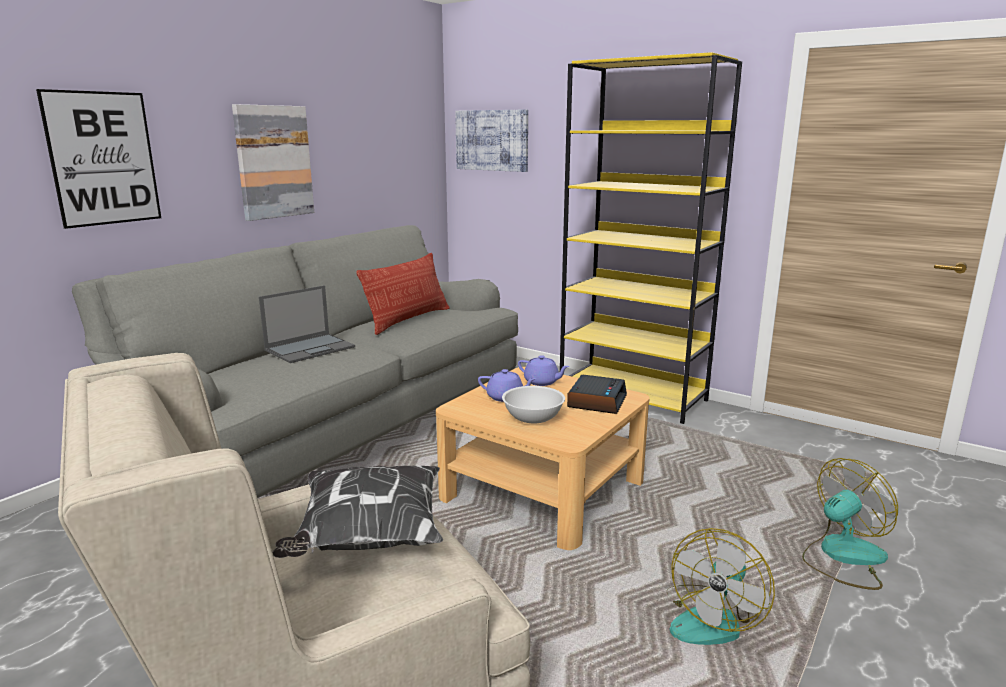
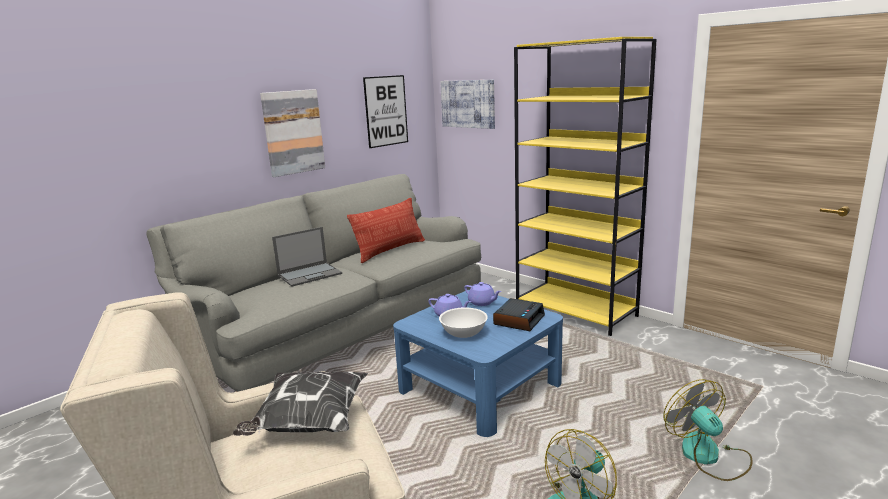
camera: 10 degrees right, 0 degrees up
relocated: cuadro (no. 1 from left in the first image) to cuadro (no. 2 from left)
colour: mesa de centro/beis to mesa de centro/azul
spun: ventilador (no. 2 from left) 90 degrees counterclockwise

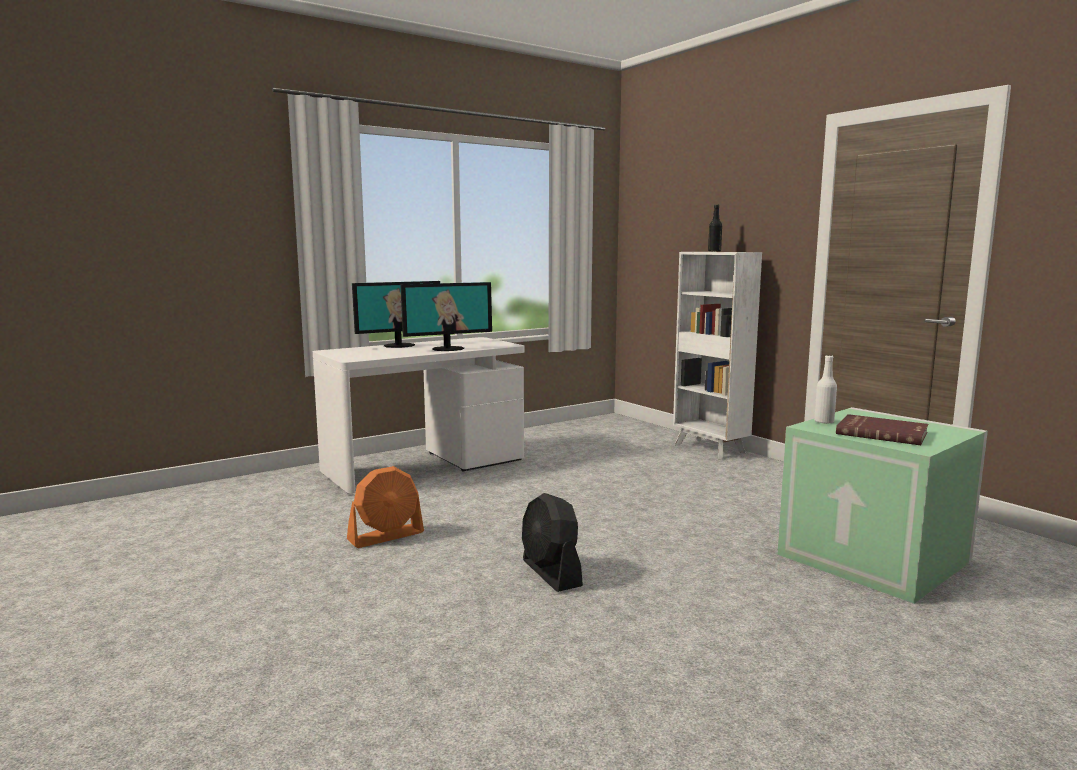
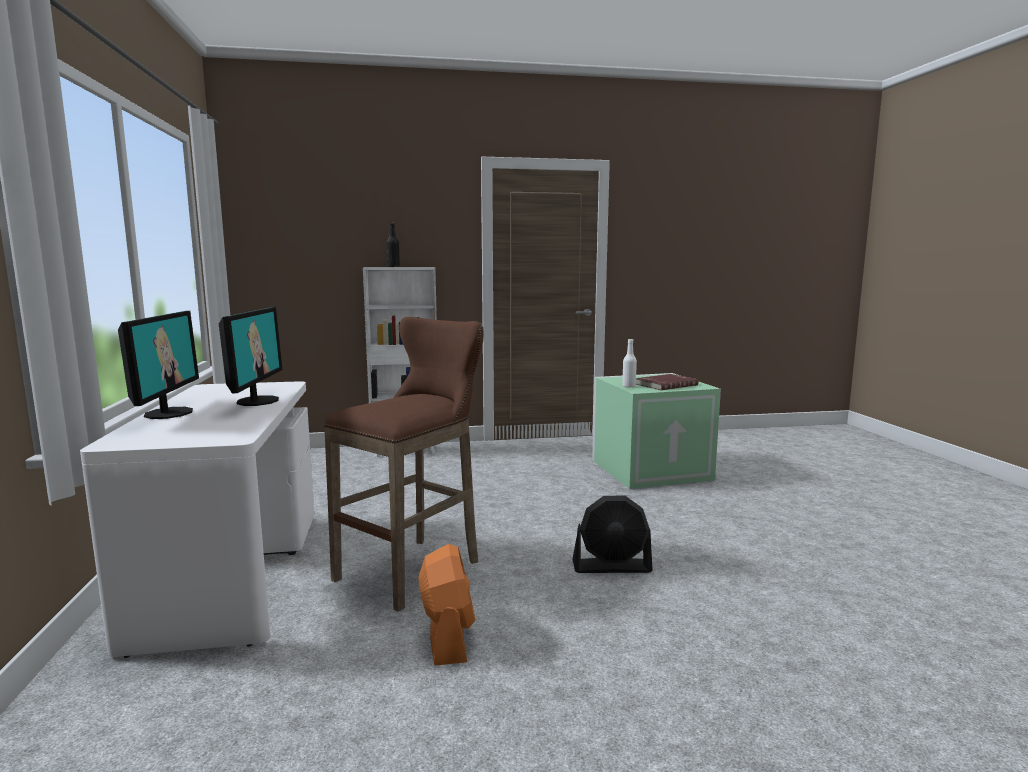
camera: 65 degrees left, 0 degrees up
appeared: taburete/marrón

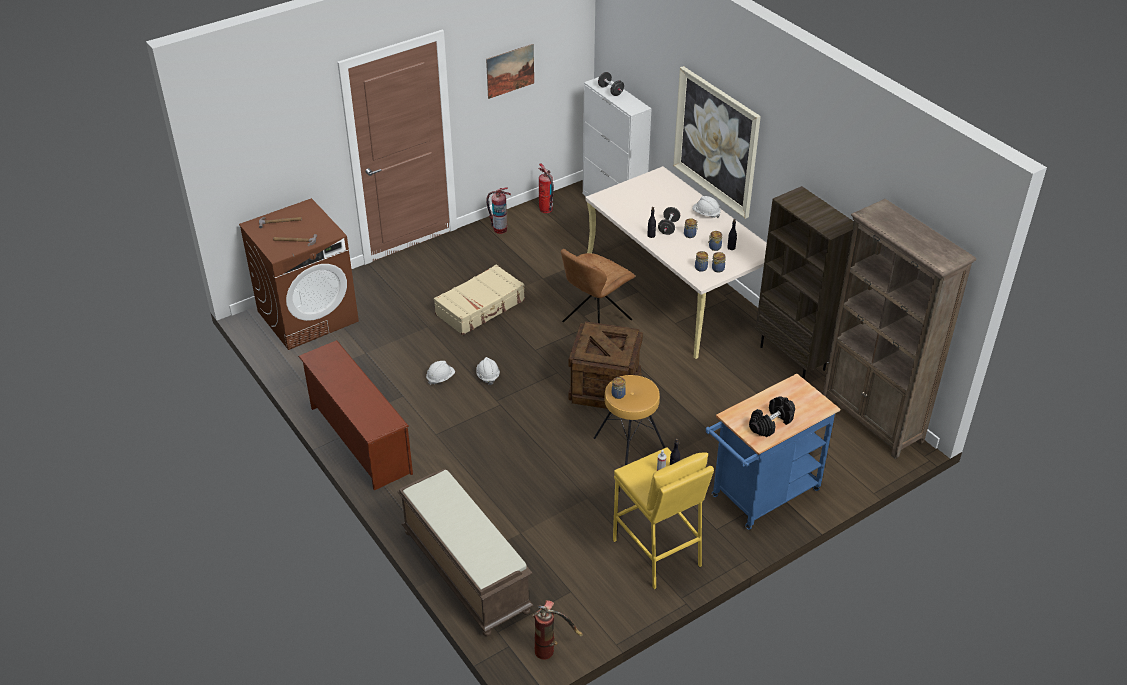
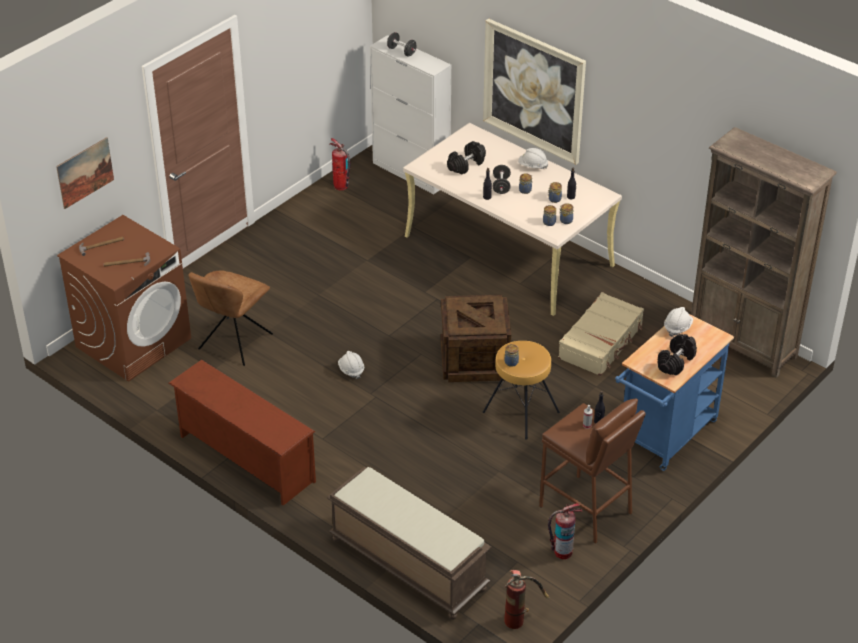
camera: 15 degrees left, 0 degrees up
missing: estantería/marrón (no. 1 from left)
appeared: mancuerna/negro (no. 2 from left)
relocated: casco/blanco (no. 1 from left in the first image) to casco/blanco (no. 3 from left); maleta/beis; cuadro (no. 1 from left); extintor (no. 1 from left in the first image) to extintor (no. 3 from left); silla/marrón
colour: taburete/amarillo to taburete/marrón (no. 2 from left)

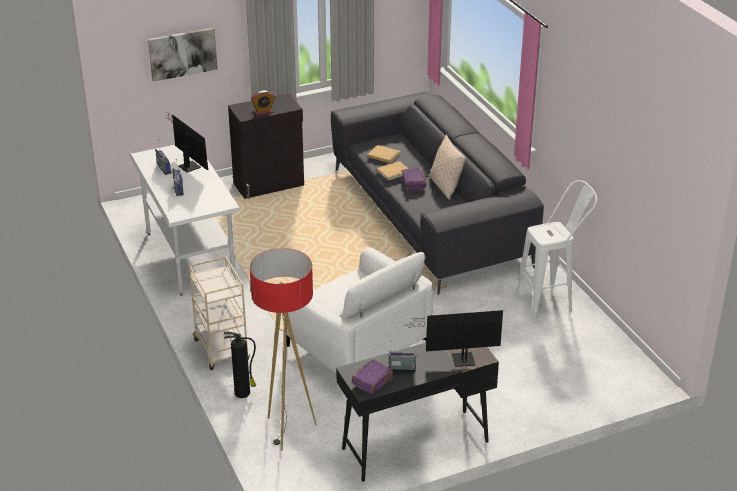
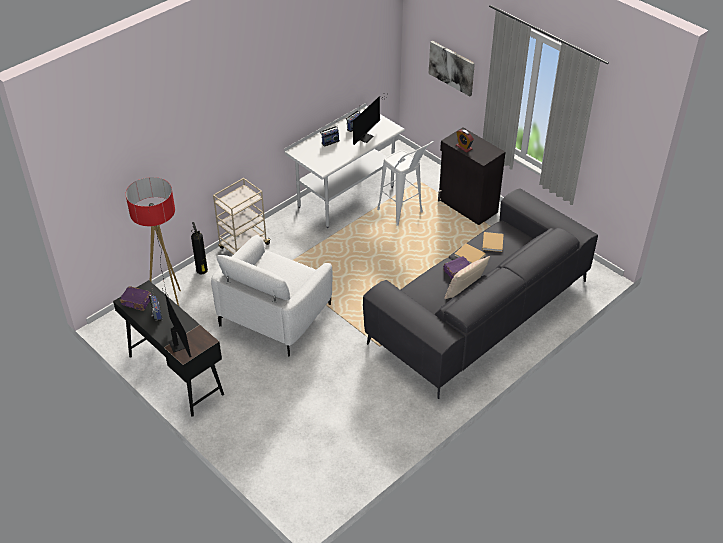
camera: 70 degrees right, 10 degrees up
relocated: taburete/blanco

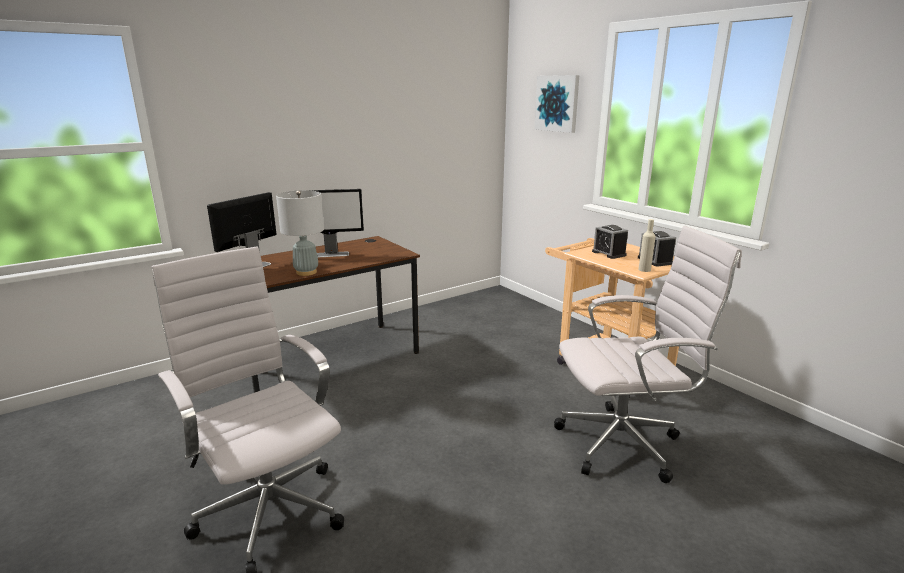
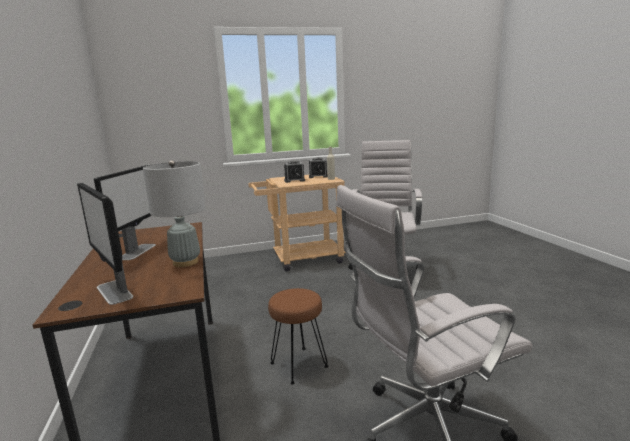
camera: 70 degrees left, 5 degrees down
missing: cuadro
appeared: taburete/marrón

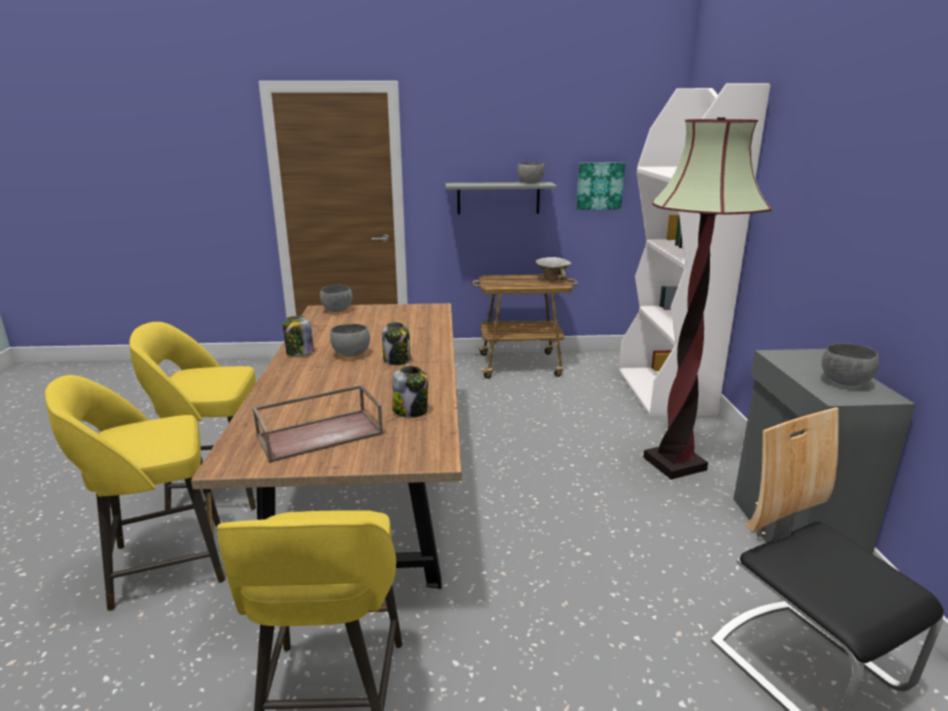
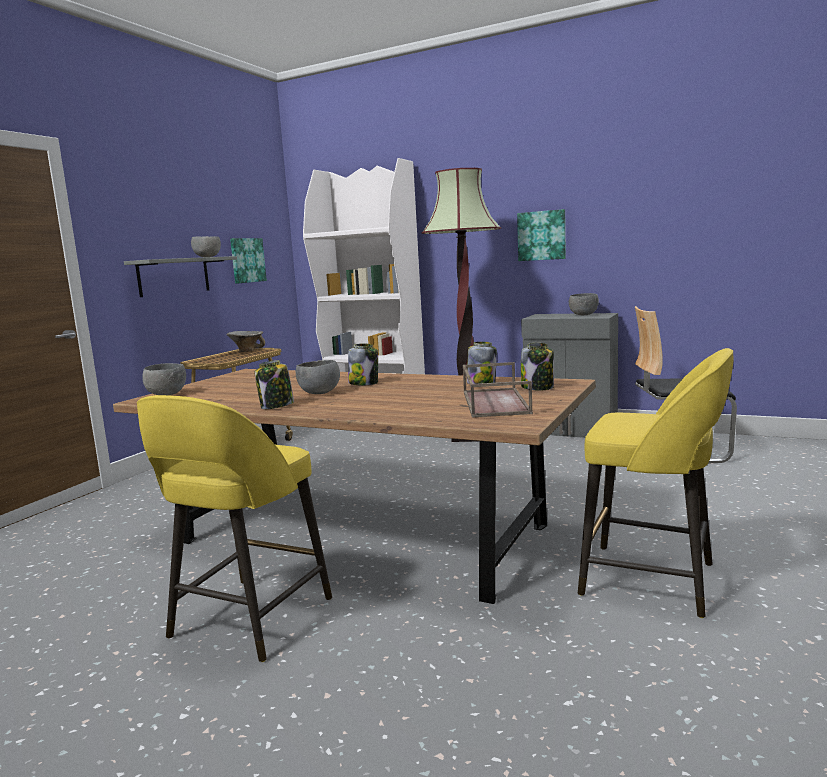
camera: 60 degrees left, 10 degrees down
missing: taburete/amarillo (no. 1 from left)
appeared: cuadro (no. 2 from left); tarro (no. 4 from left)

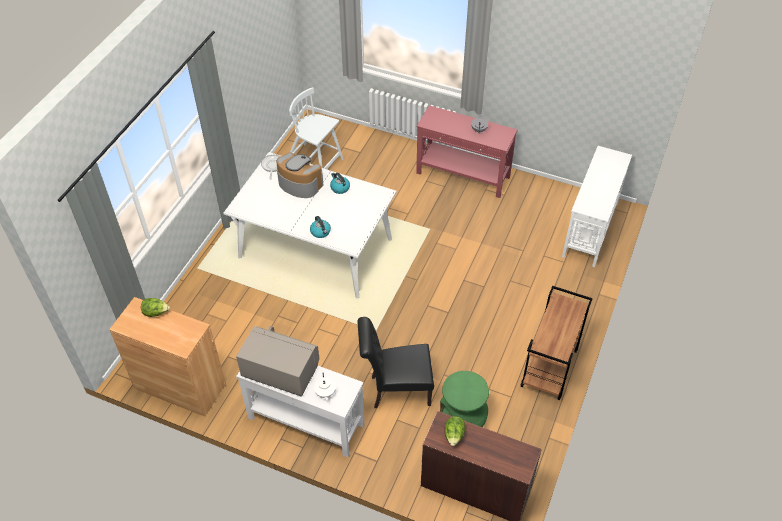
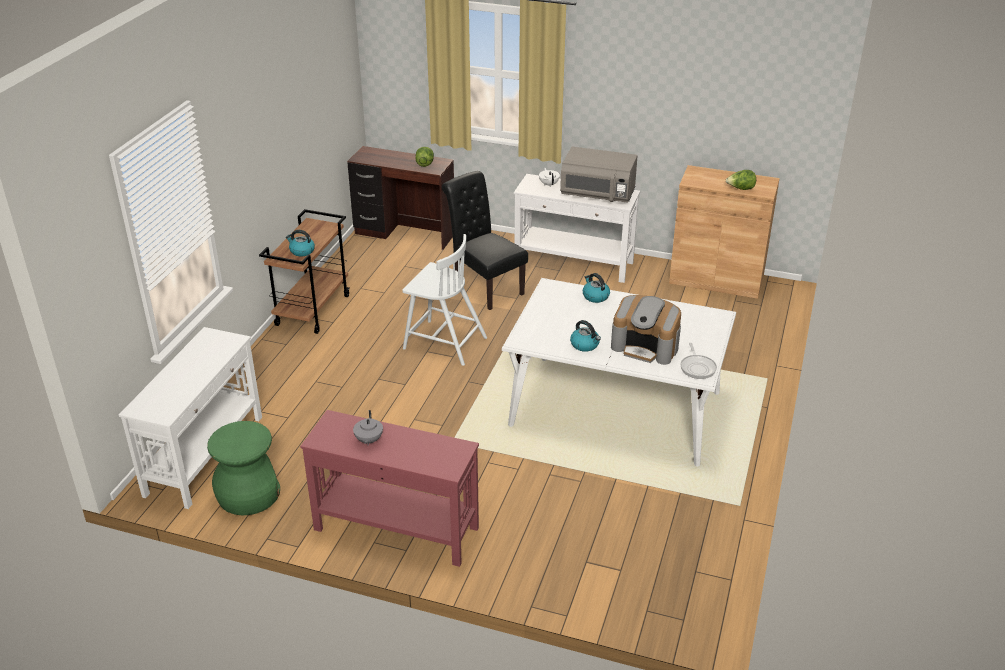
camera: 175 degrees right, 15 degrees down
appeared: hervidor (no. 1 from left)
relocated: silla/blanco; taburete/verde
spun: silla/negro 120 degrees counterclockwise

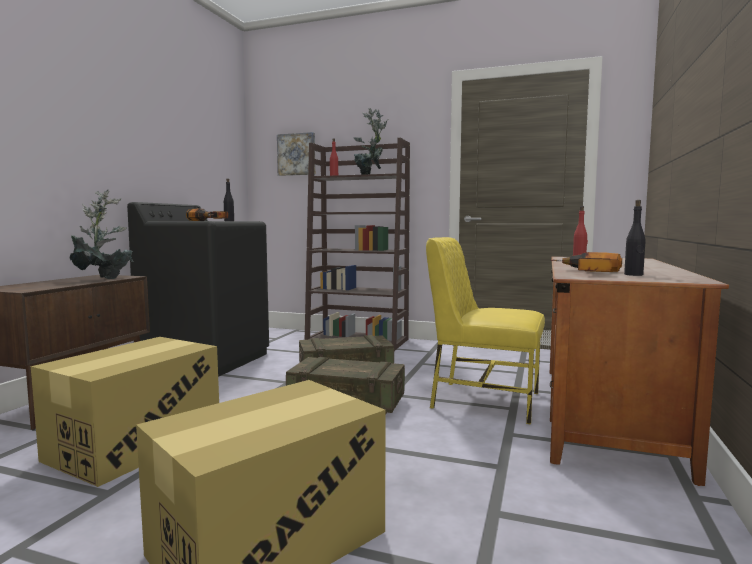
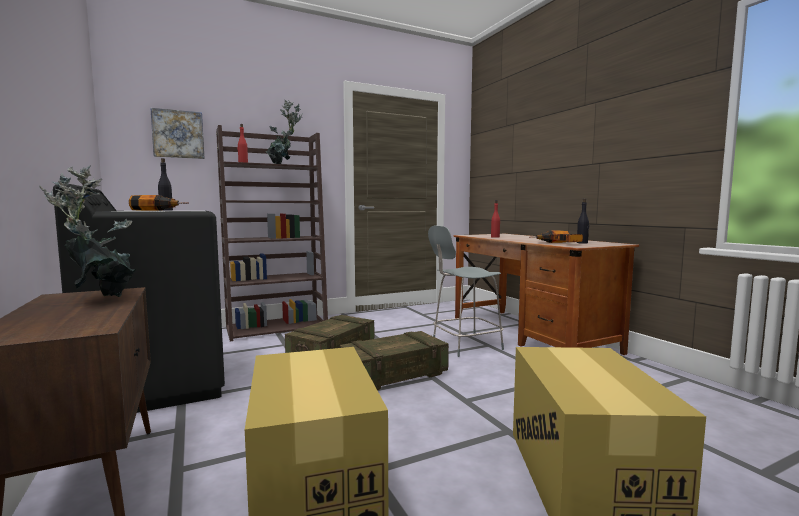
camera: 45 degrees left, 0 degrees up
exchanged: silla/amarillo to taburete/gris

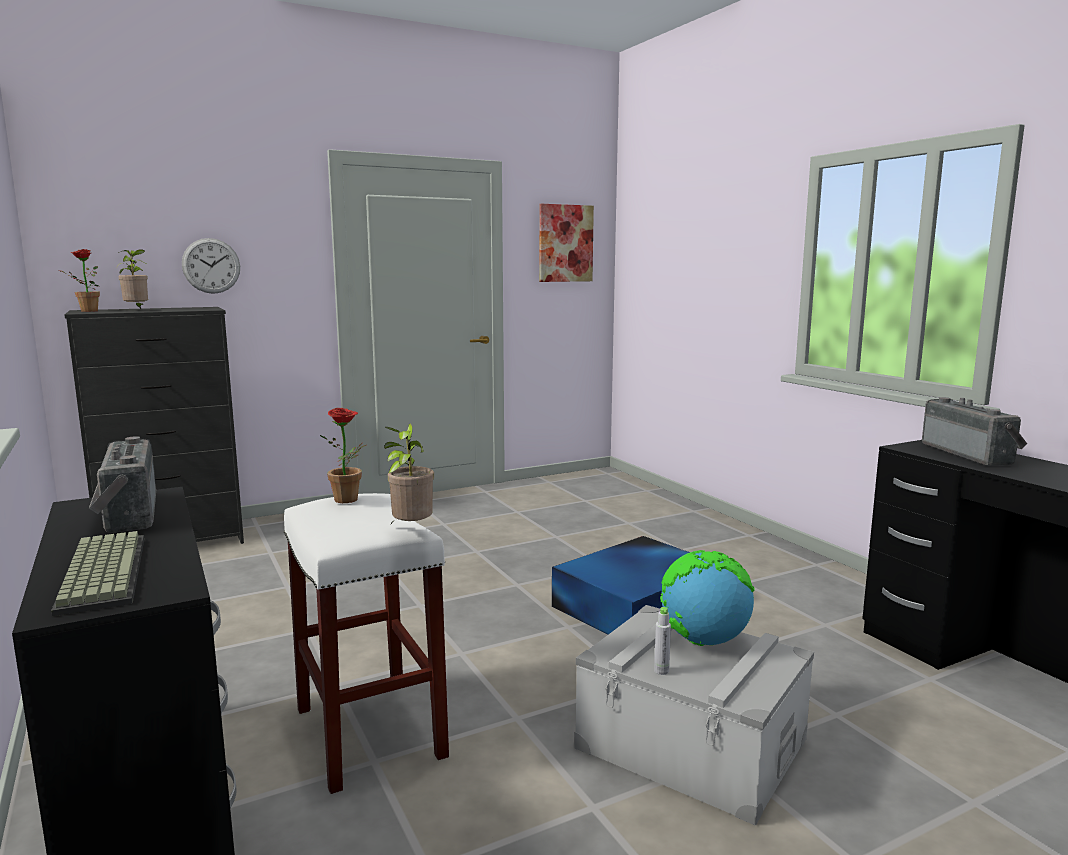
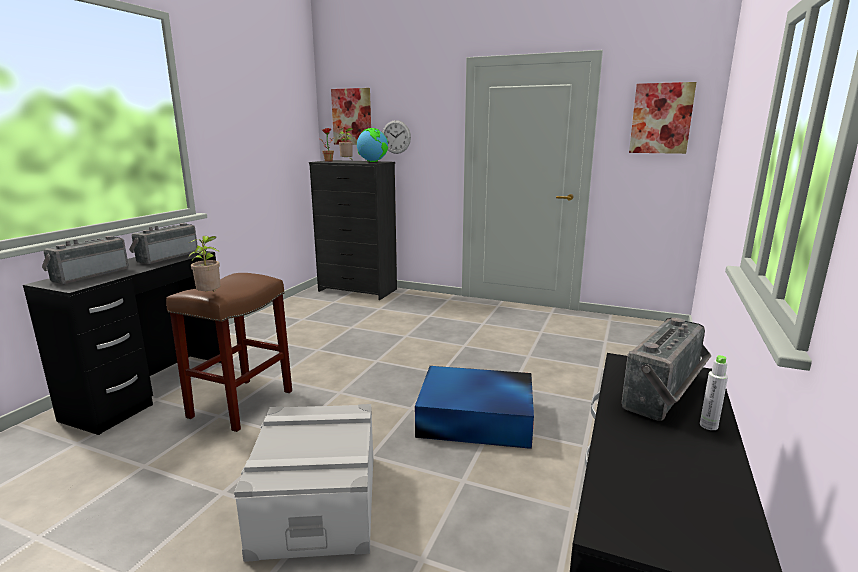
camera: 50 degrees right, 5 degrees up
missing: planta en maceta (no. 3 from left)
appeared: cuadro (no. 1 from left)
relocated: botella/gris; globo terráqueo
exchanged: teclado to radio (no. 1 from left)
colour: taburete/blanco to taburete/marrón

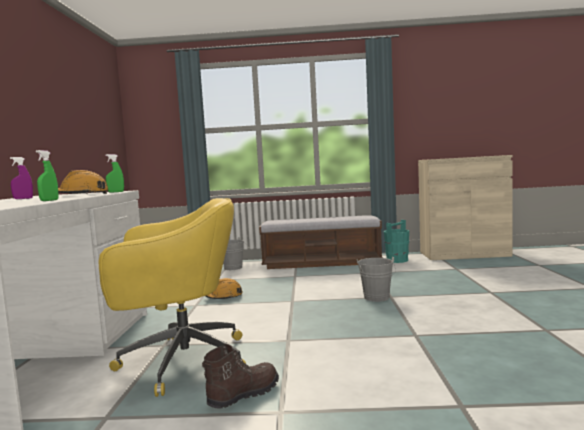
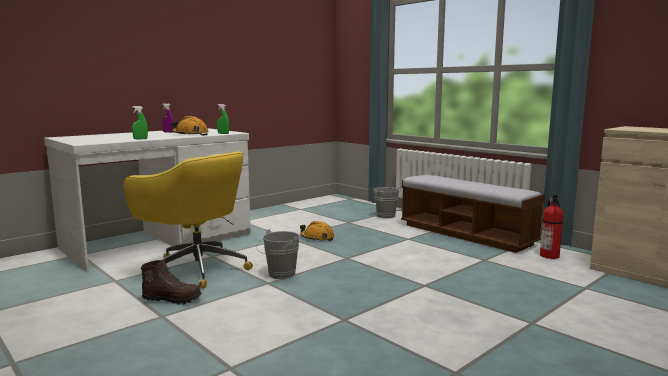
camera: 45 degrees right, 5 degrees up
relocated: cubo/gris (no. 2 from left in the first image) to cubo/gris (no. 1 from left)
exchanged: cubo/turquesa to extintor

